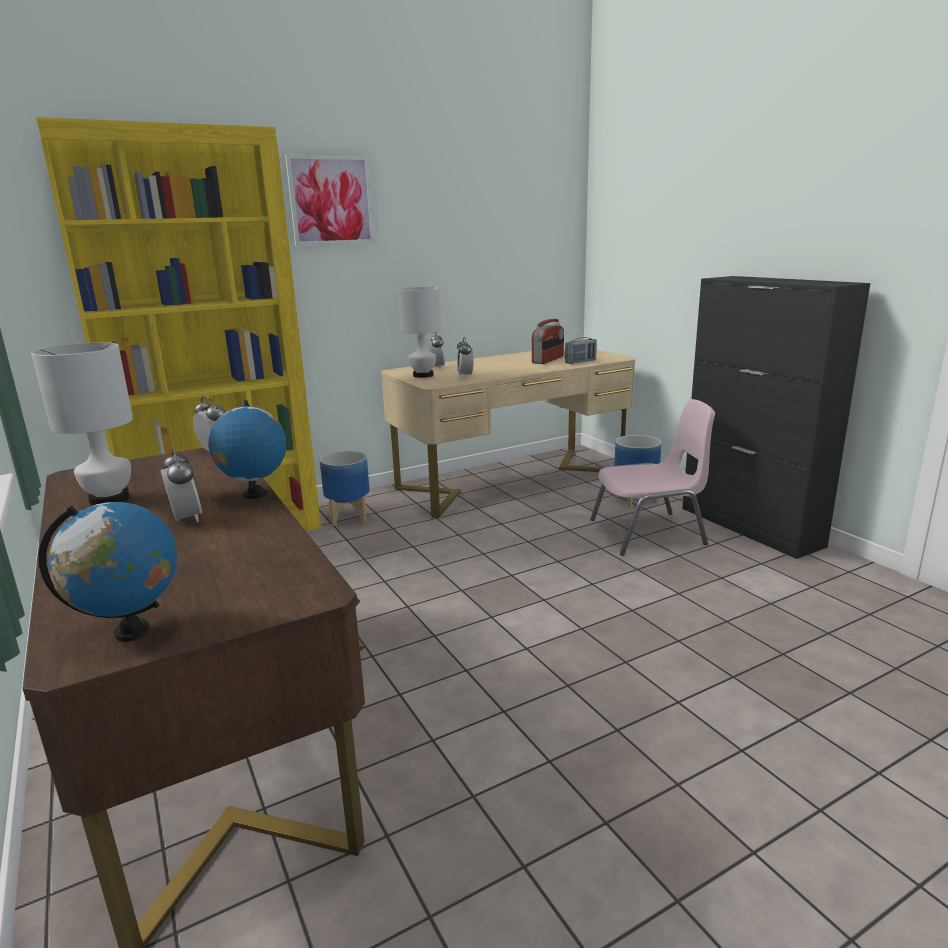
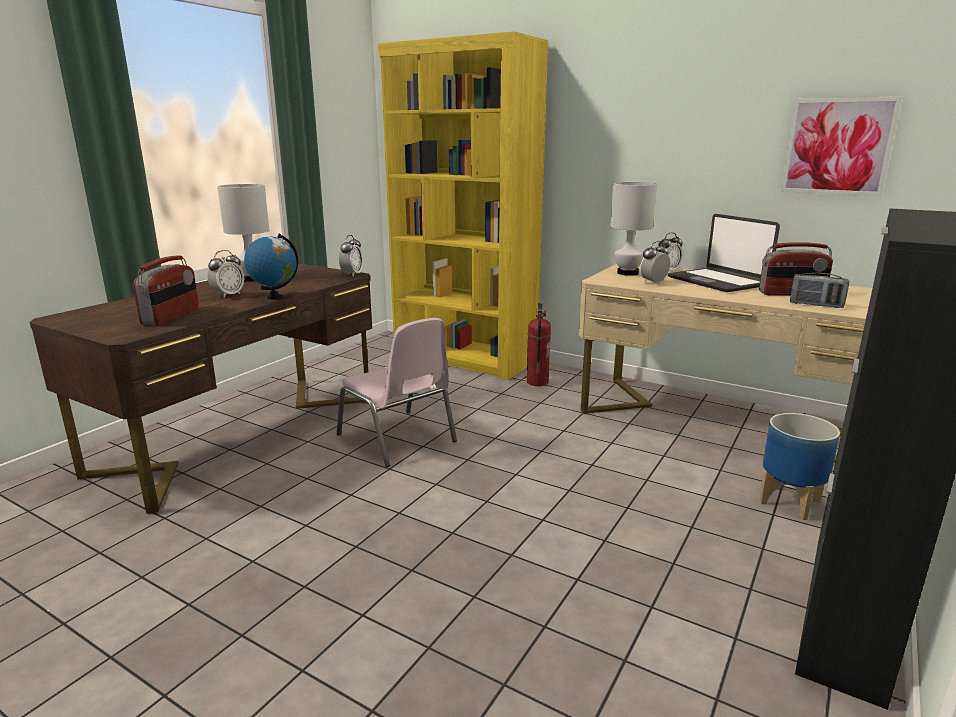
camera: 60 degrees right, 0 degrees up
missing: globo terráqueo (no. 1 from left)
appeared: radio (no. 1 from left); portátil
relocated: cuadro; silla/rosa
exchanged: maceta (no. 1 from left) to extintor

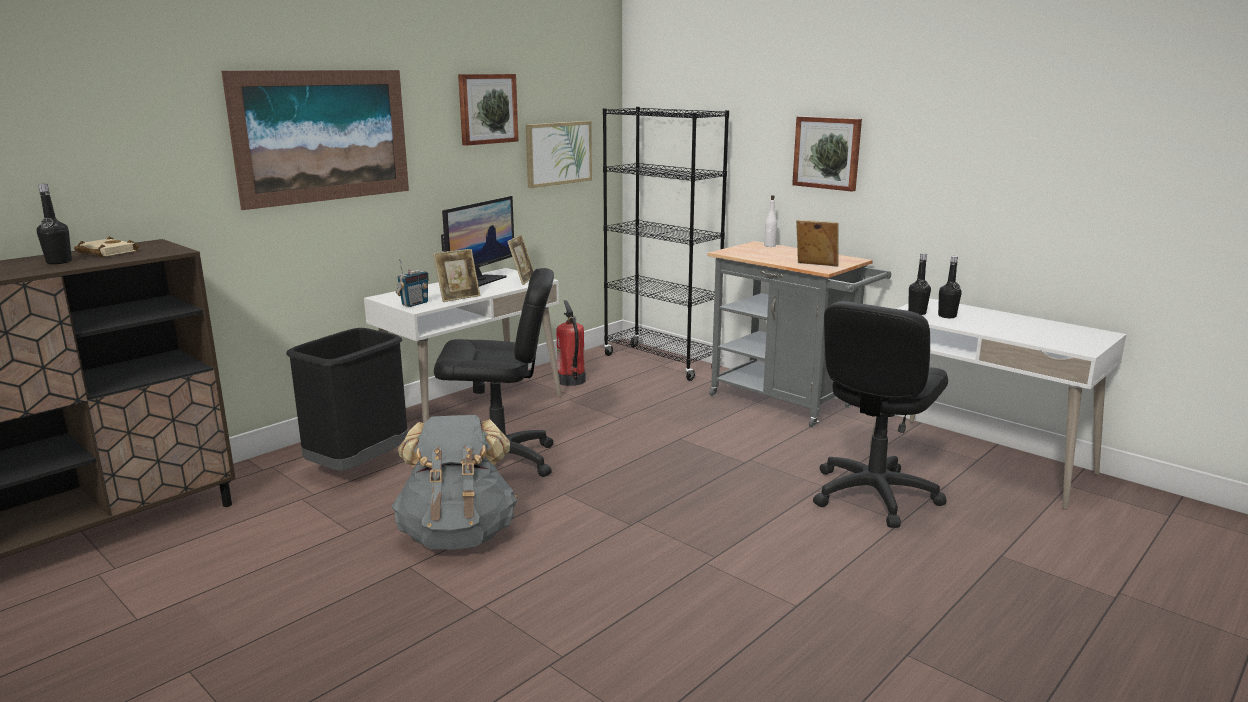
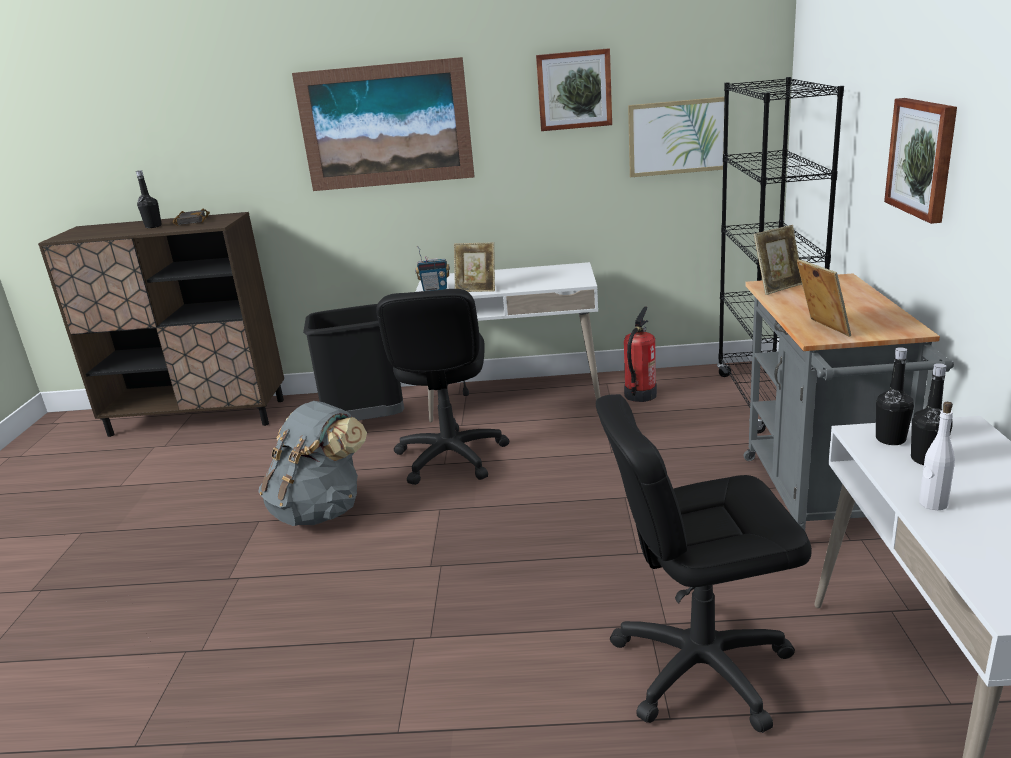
camera: 50 degrees right, 5 degrees up
missing: monitor
relocated: portarretratos (no. 2 from left); botella/blanco
colour: libro/beis to libro/negro
spun: silla de oficina/negro (no. 1 from left) 45 degrees clockwise

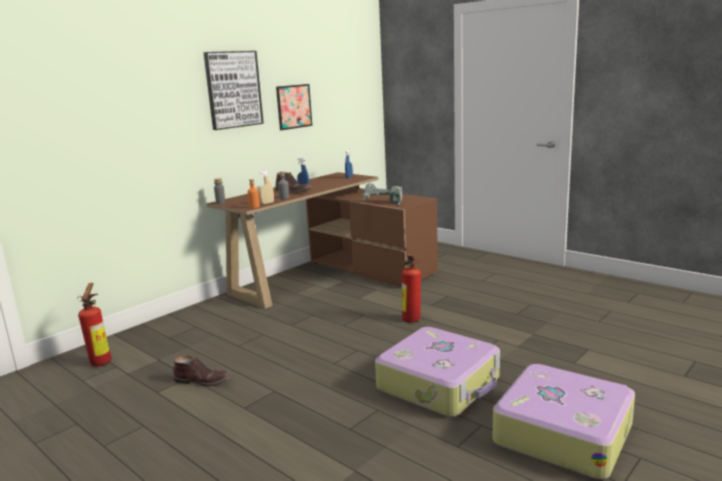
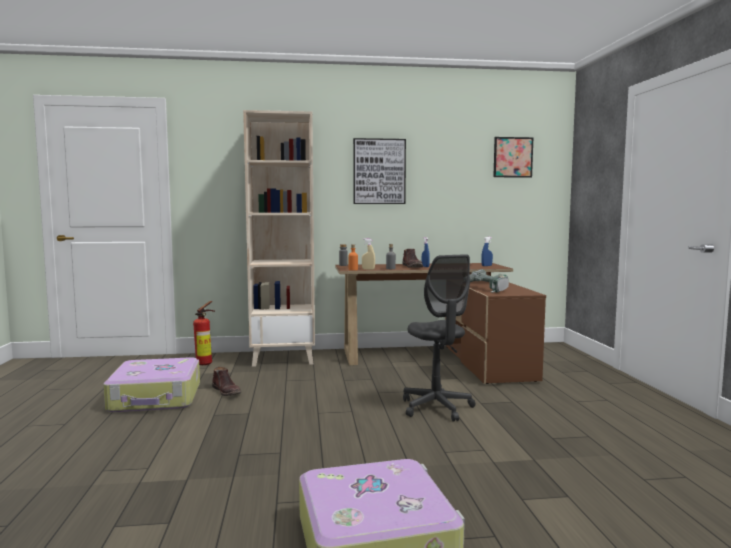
camera: 40 degrees right, 10 degrees down
appeared: estantería/beis
relocated: cuadro (no. 2 from left); maleta (no. 1 from left)
exchanged: extintor (no. 2 from left) to silla de oficina/gris

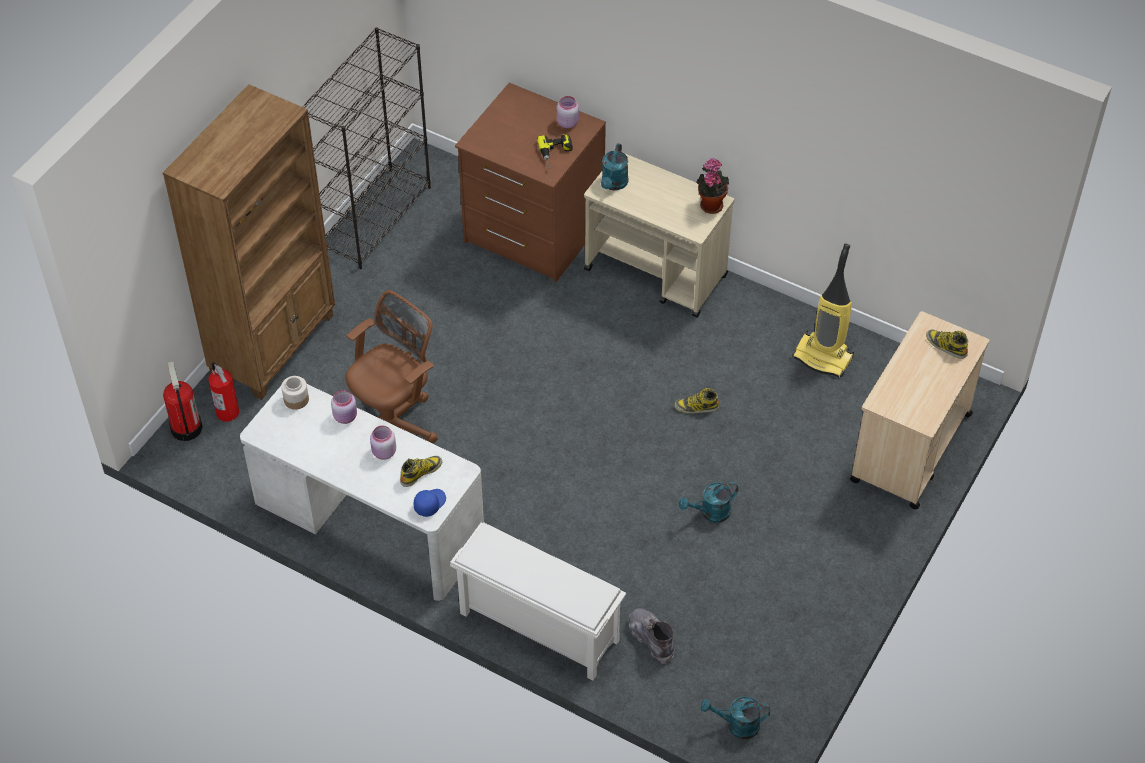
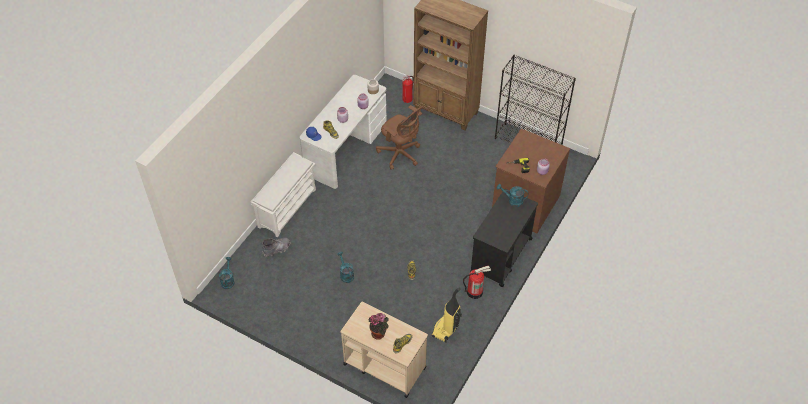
camera: 90 degrees right, 0 degrees up
relocated: extintor (no. 1 from left in the first image) to extintor (no. 2 from left); planta en maceta
colour: carrito/beis (no. 1 from left) to carrito/negro

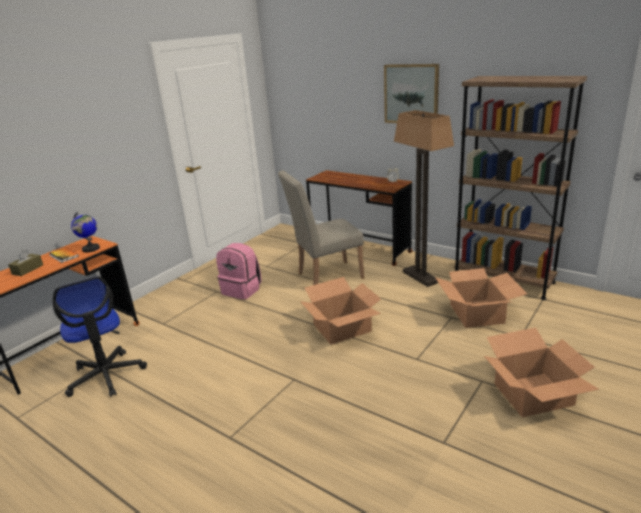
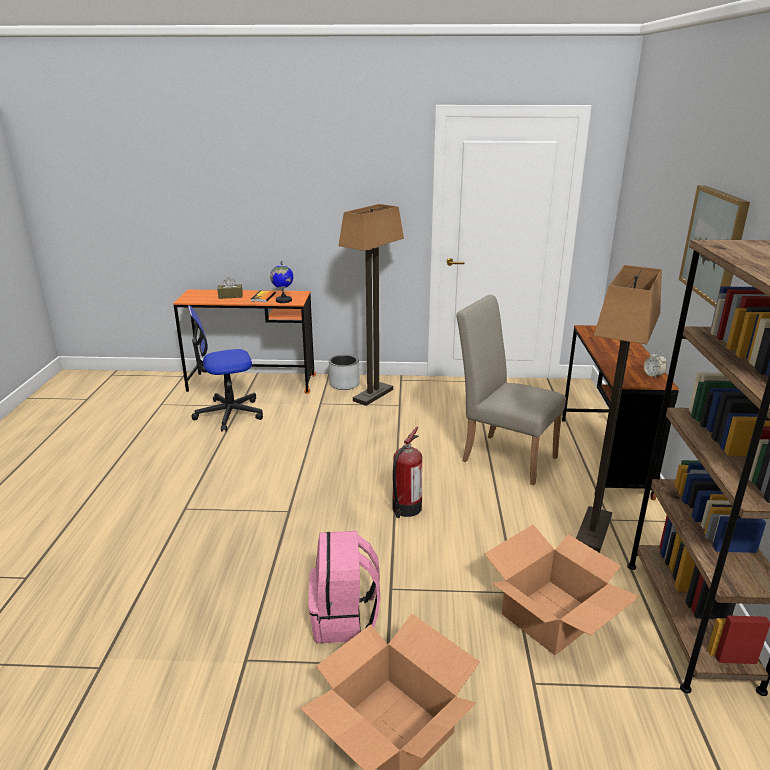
camera: 55 degrees right, 0 degrees up
appeared: maceta/gris; lámpara de pie (no. 1 from left)
relocated: mochila/rosa
exchanged: caja de cartón (no. 1 from left) to extintor
spun: silla de oficina 45 degrees clockwise

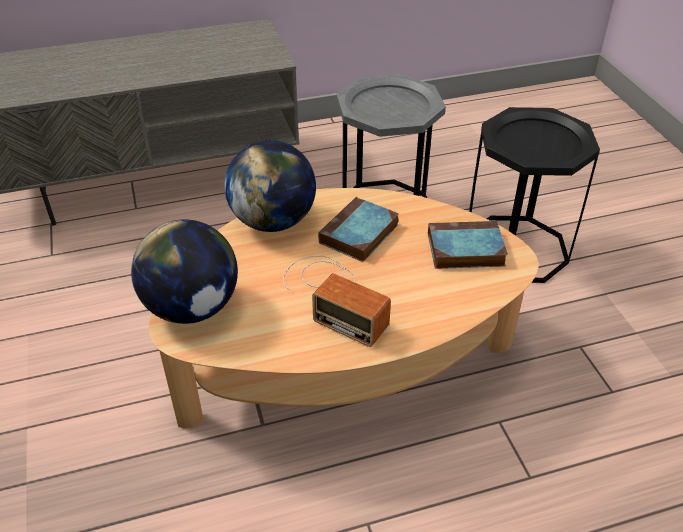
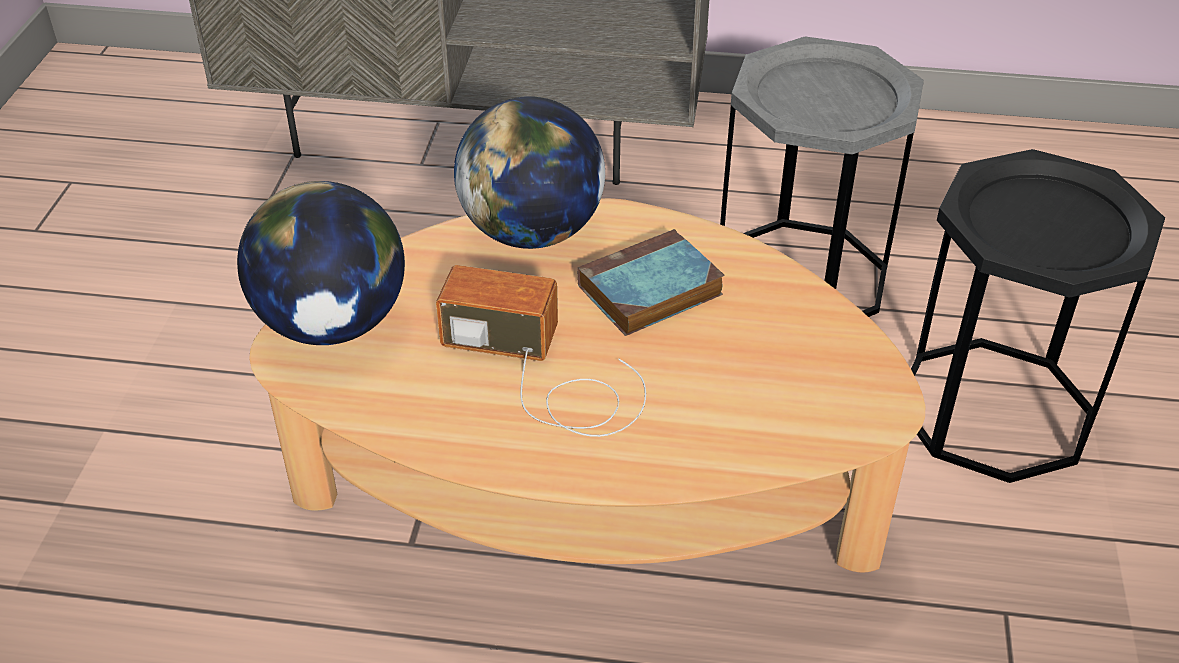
camera: 25 degrees right, 0 degrees up
missing: libro (no. 2 from left)
spun: radio 135 degrees clockwise

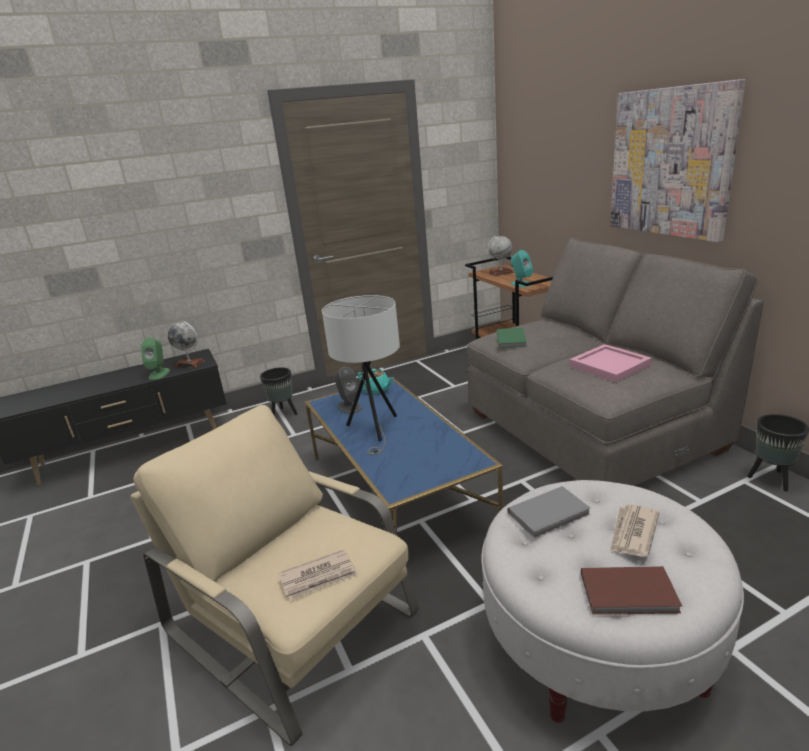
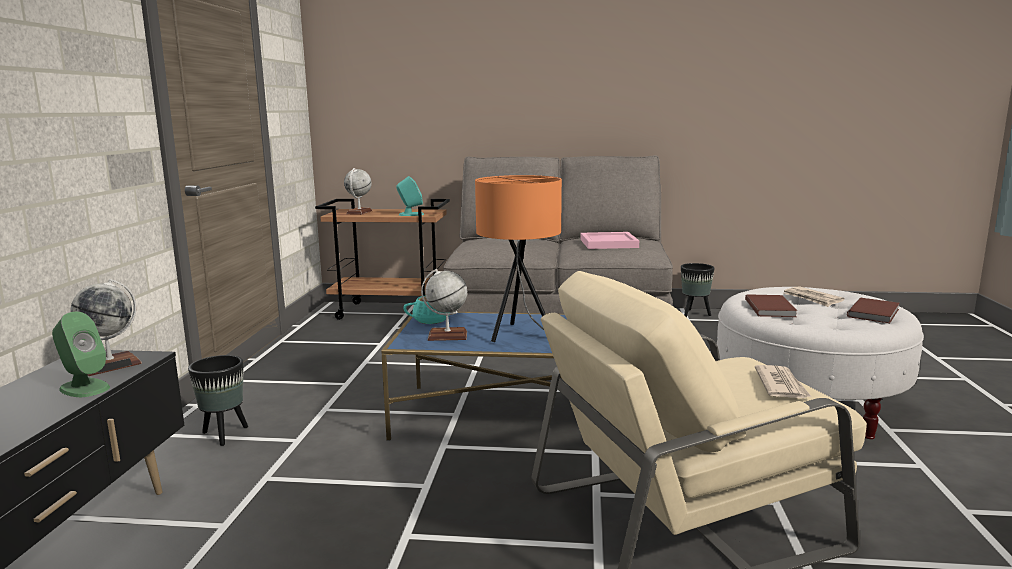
camera: 60 degrees left, 10 degrees down
missing: libro/verde; cuadro
exchanged: altavoz/gris to globo terráqueo (no. 3 from left)
colour: lámpara de mesa/blanco to lámpara de mesa/naranja; libro/gris to libro/marrón (no. 1 from left)

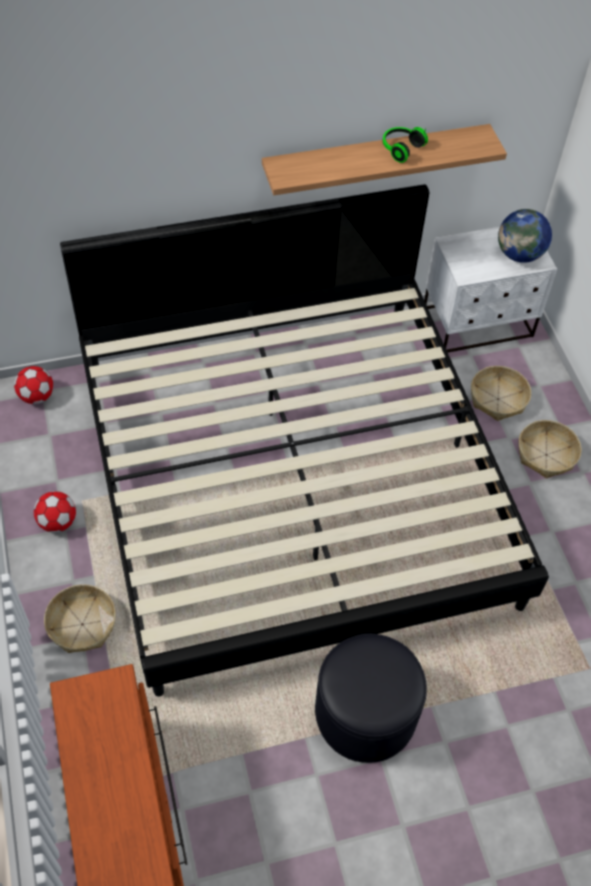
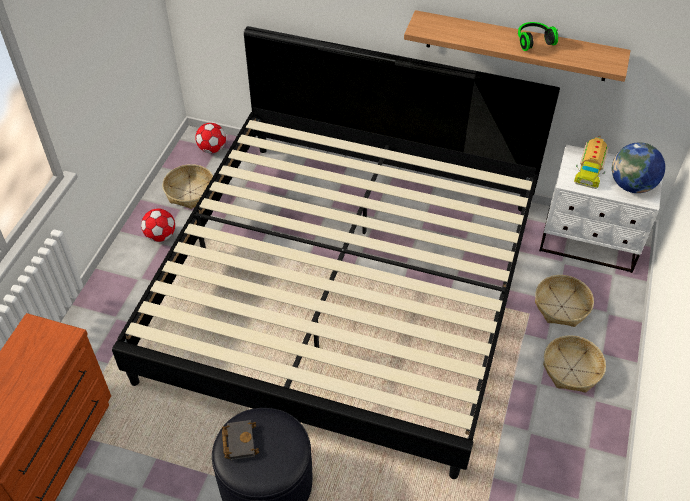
camera: 35 degrees right, 5 degrees down
appeared: libro/negro; camión de juguete
relocated: cesta (no. 1 from left)

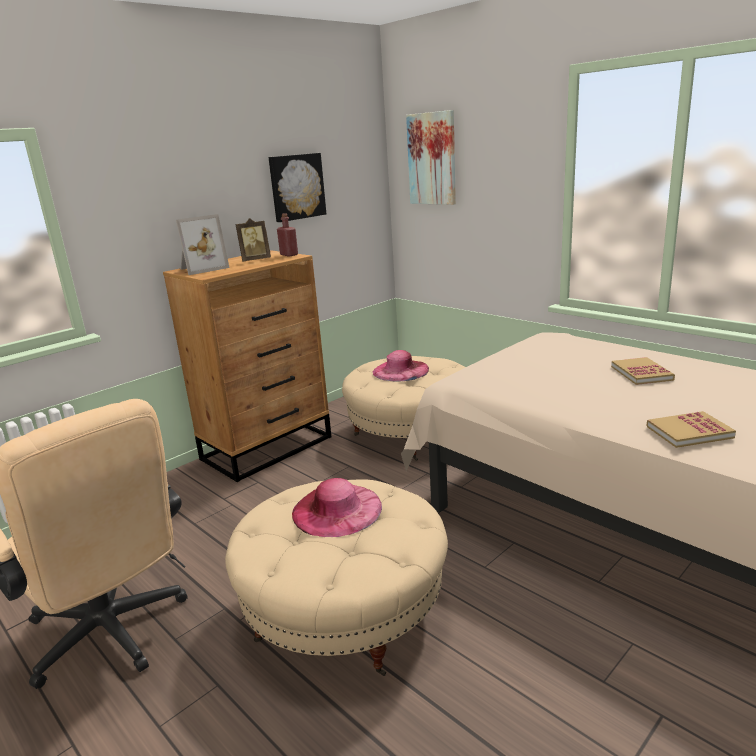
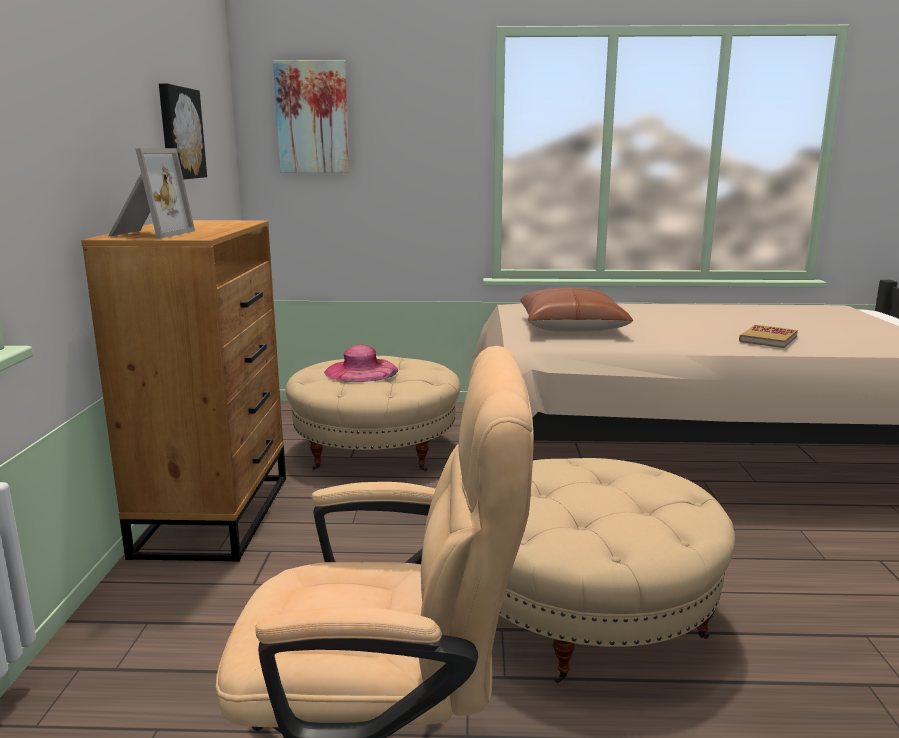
camera: 45 degrees left, 5 degrees down
missing: portarretratos (no. 2 from left); botella/rojo; sombrero/rosa (no. 1 from left); libro (no. 1 from left)
appeared: cojín/marrón

